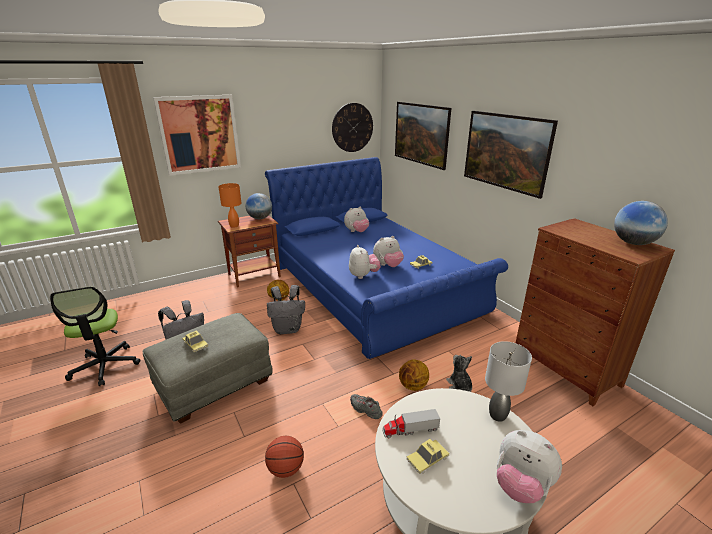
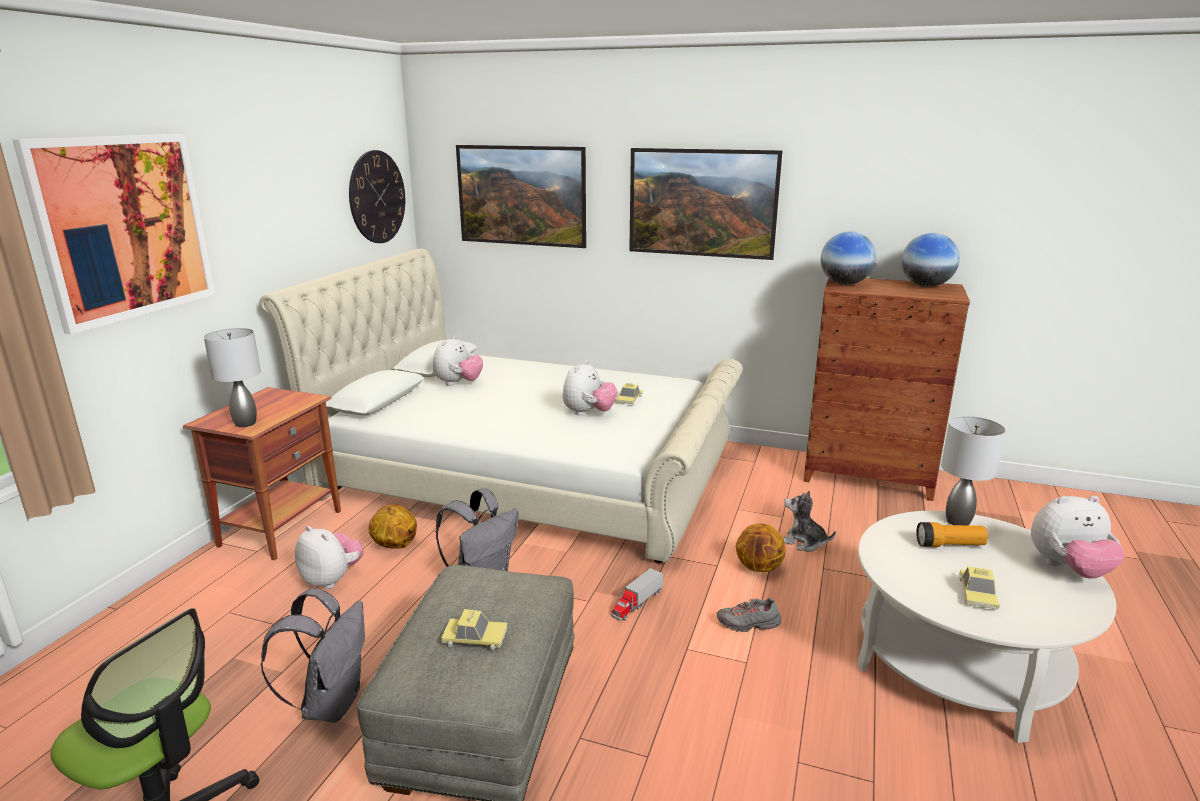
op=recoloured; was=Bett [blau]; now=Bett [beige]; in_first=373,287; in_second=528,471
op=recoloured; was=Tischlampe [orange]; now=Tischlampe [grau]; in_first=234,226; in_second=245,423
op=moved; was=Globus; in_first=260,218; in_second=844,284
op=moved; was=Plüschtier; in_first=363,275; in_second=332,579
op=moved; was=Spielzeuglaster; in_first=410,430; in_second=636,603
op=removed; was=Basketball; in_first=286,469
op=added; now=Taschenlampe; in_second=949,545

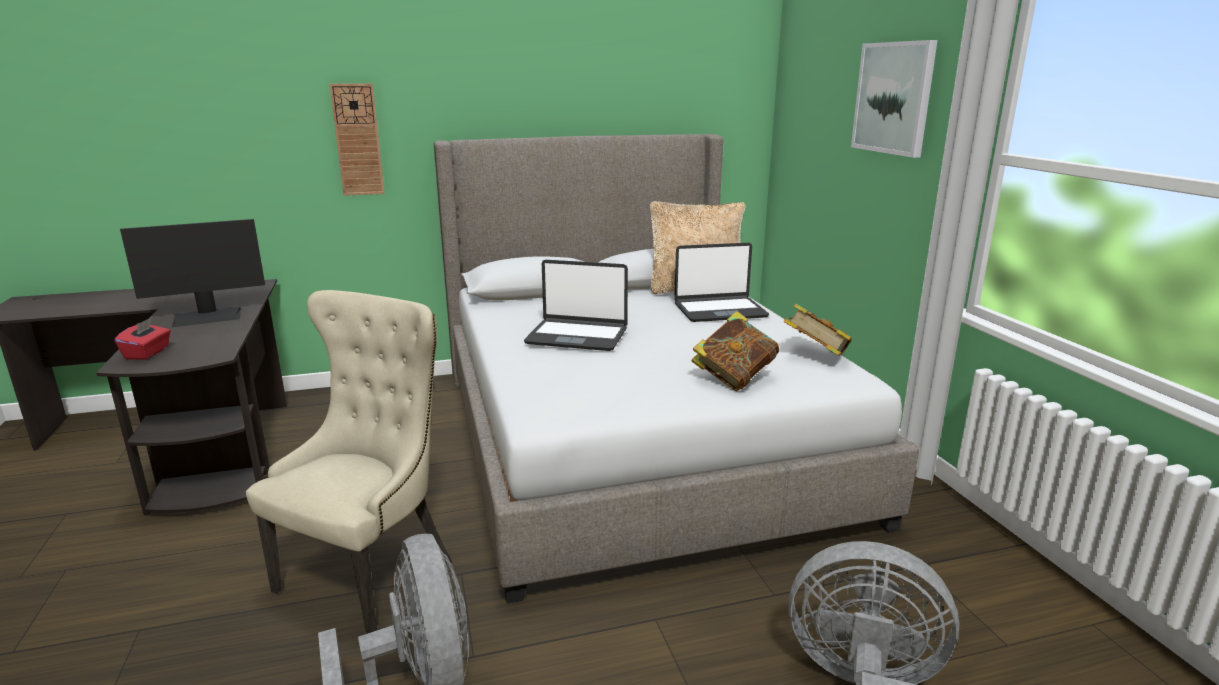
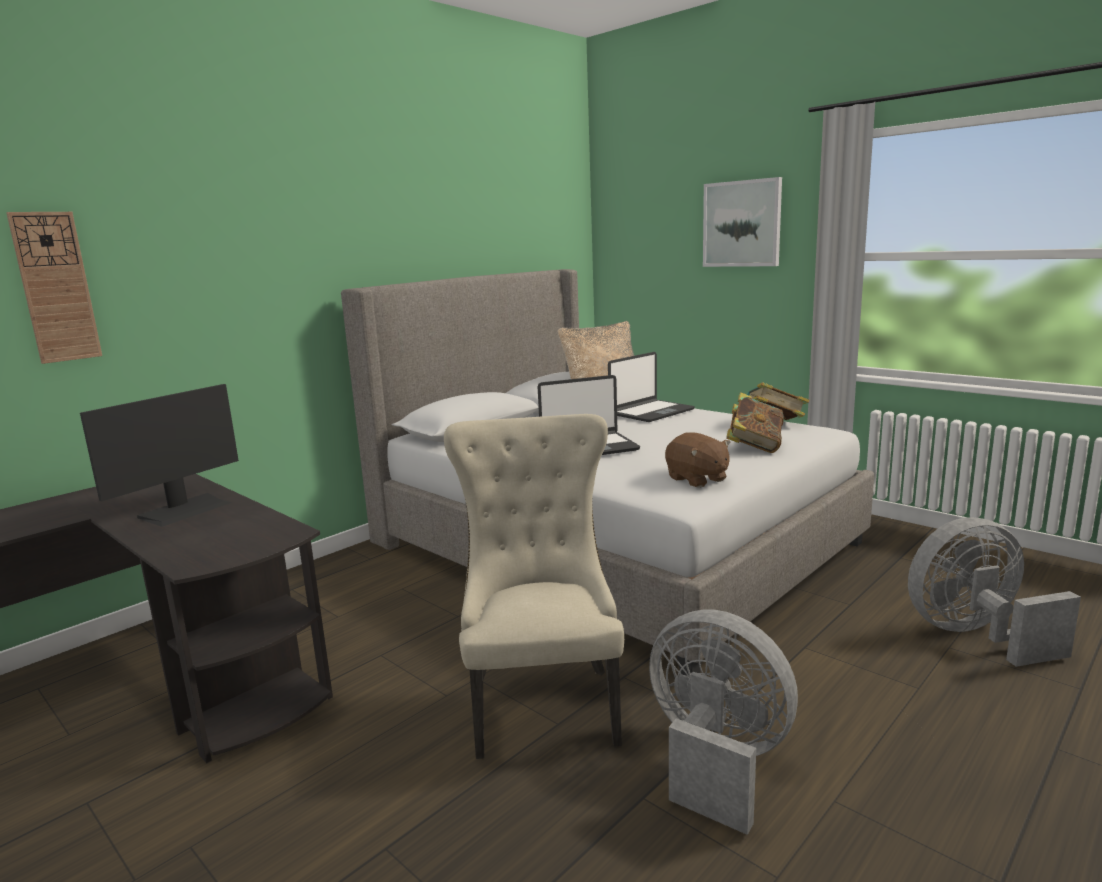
op=moved; was=Wanduhr; in_first=357,140; in_second=56,287
op=removed; was=Taschentuchbox [rot]; in_first=148,353
op=added; now=Plüschtier [braun]; in_second=697,479

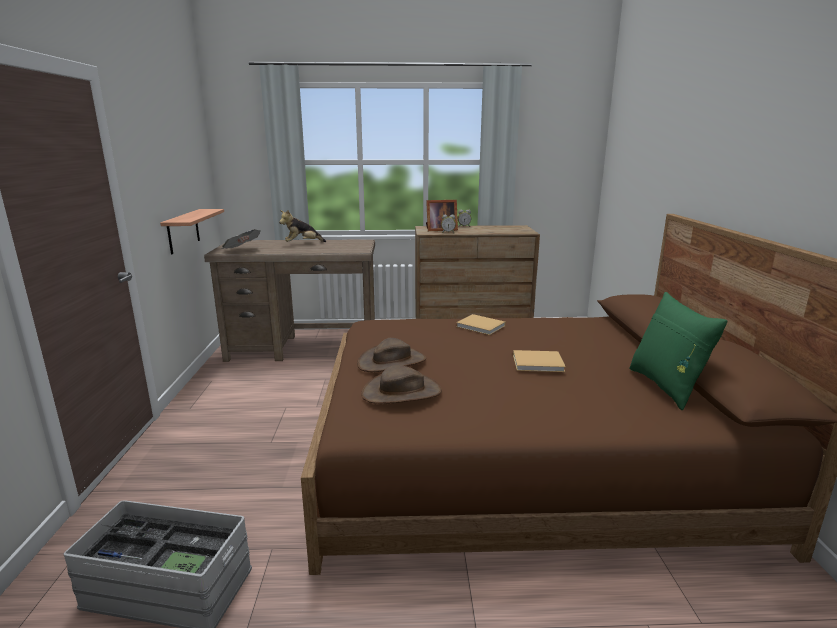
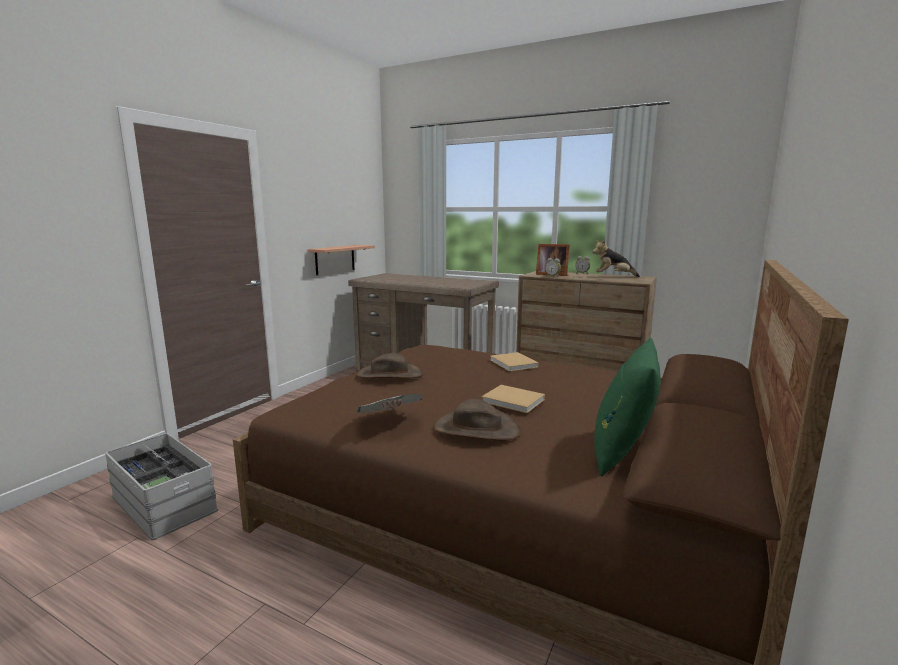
op=moved; was=Plüschtier; in_first=302,244; in_second=613,276
op=moved; was=Zeitung; in_first=242,250; in_second=389,422
op=moved; was=Hut [braun]; in_first=401,392; in_second=476,429

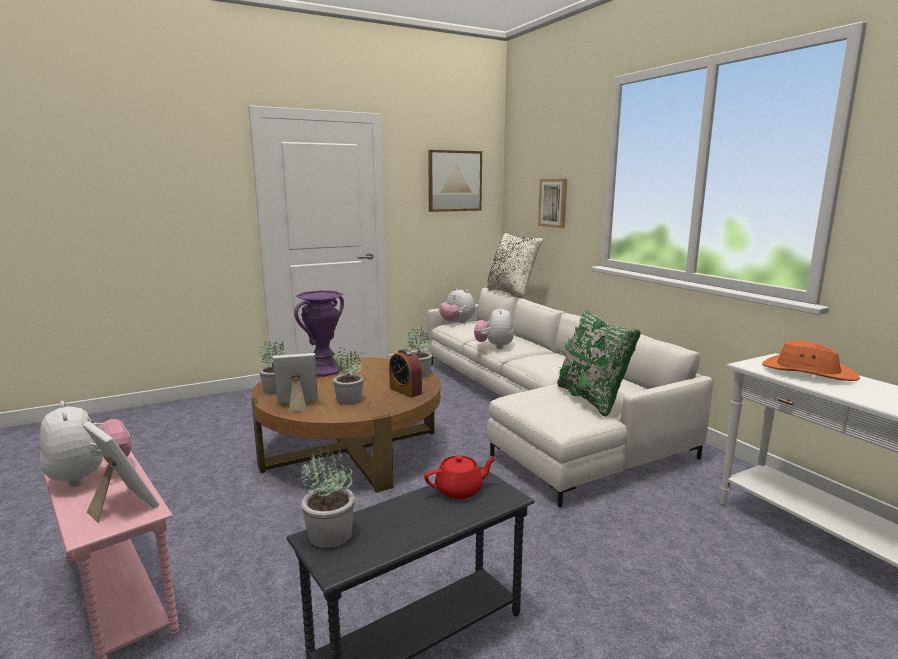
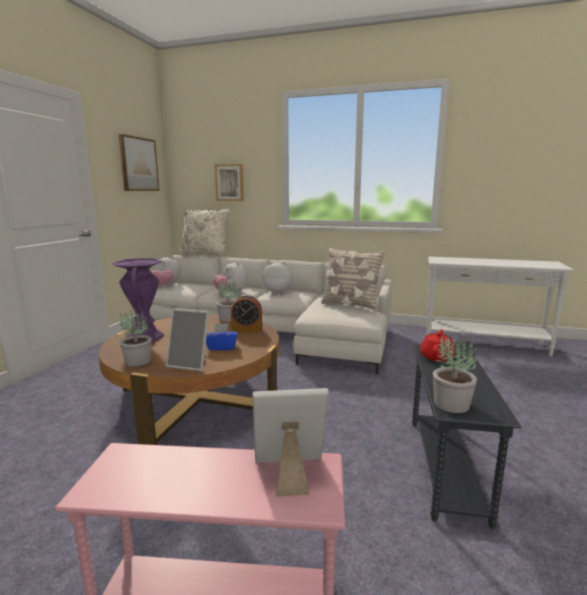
op=recoloured; was=Kissen [grün]; now=Kissen [beige]; in_first=590,399; in_second=350,305
op=removed; was=Hut [orange]; in_first=807,372
op=replaced; was=Topfpflanze; now=Taschentuchbox [blau]; in_first=348,400; in_second=222,347
op=turned; was=Bilderrahmen; in_first=297,405; in_second=191,364; clockwise=-105
op=moved; was=Plüschtier; in_first=89,476; in_second=278,292

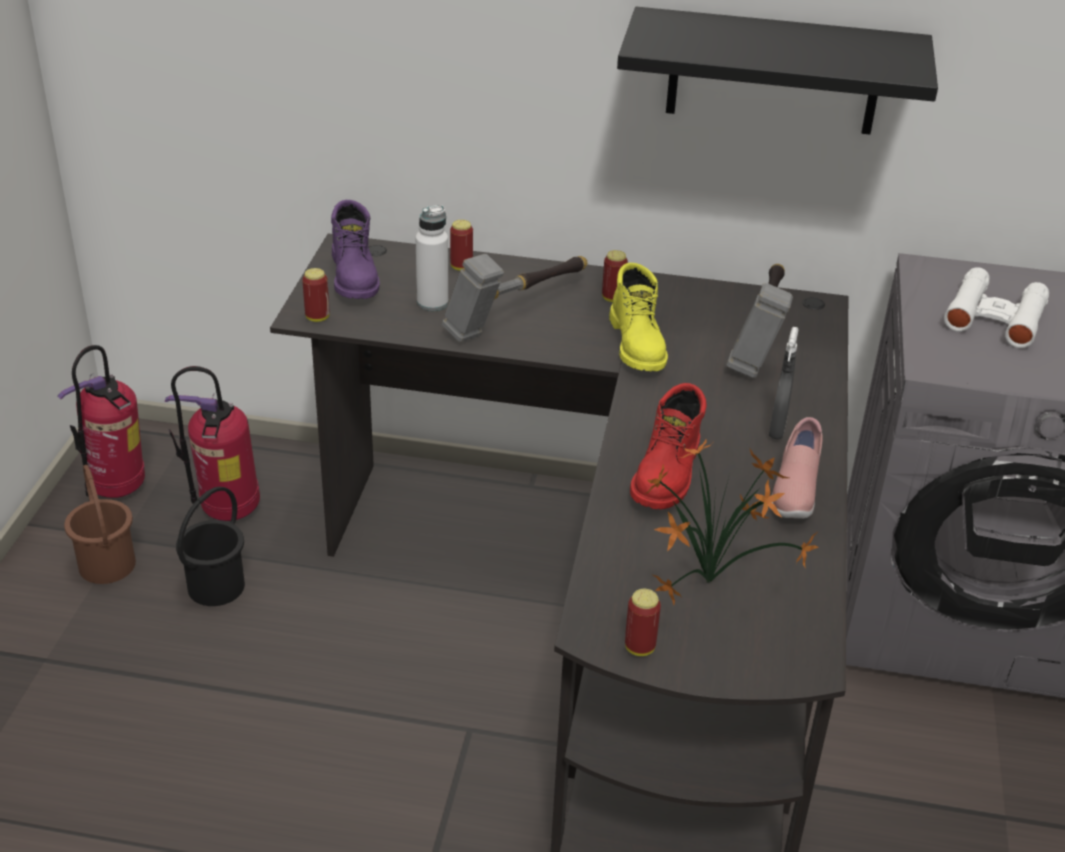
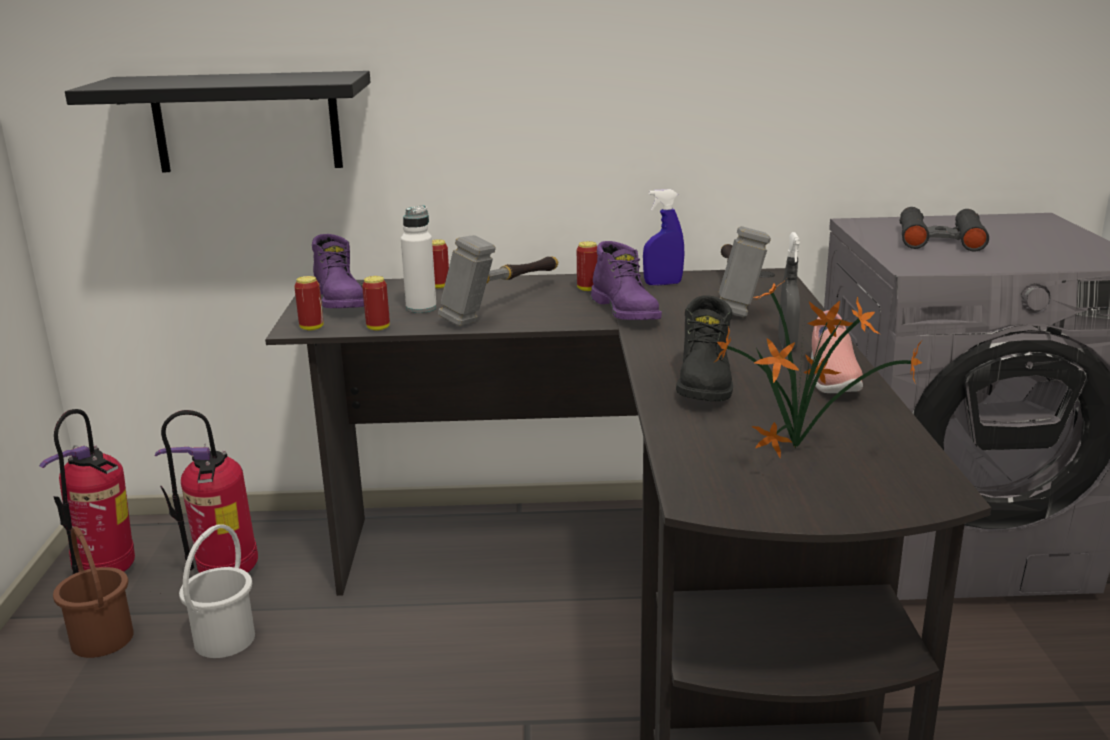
op=moved; was=Wandregal [schwarz]; in_first=774,72; in_second=247,122
op=recoloured; was=Stiefel [gelb]; now=Stiefel [lila]; in_first=638,345; in_second=627,311
op=recoloured; was=Fernglas [weiß]; now=Fernglas [schwarz]; in_first=995,317; in_second=940,239
op=recoloured; was=Stiefel [rot]; now=Stiefel [schwarz]; in_first=668,475; in_second=706,383
op=recoloured; was=Eimer [schwarz]; now=Eimer [weiß]; in_first=215,586; in_second=223,640
op=moved; was=Dose; in_first=639,647; in_second=378,328
op=added; now=Sprühflasche [blau]; in_second=663,284

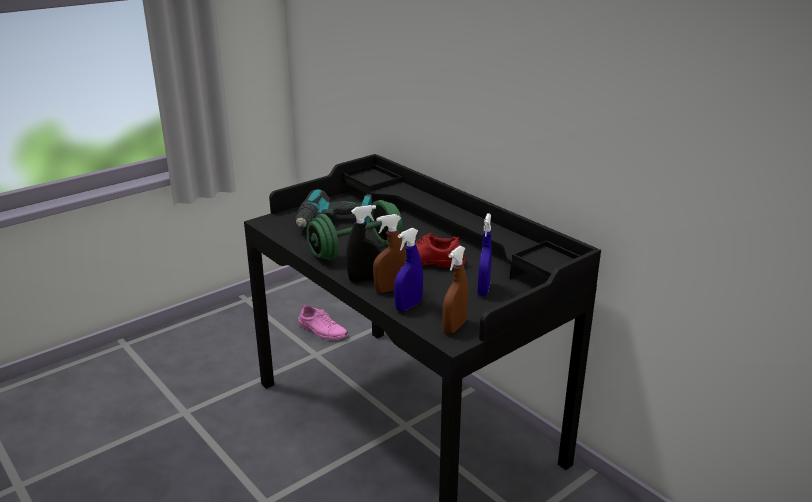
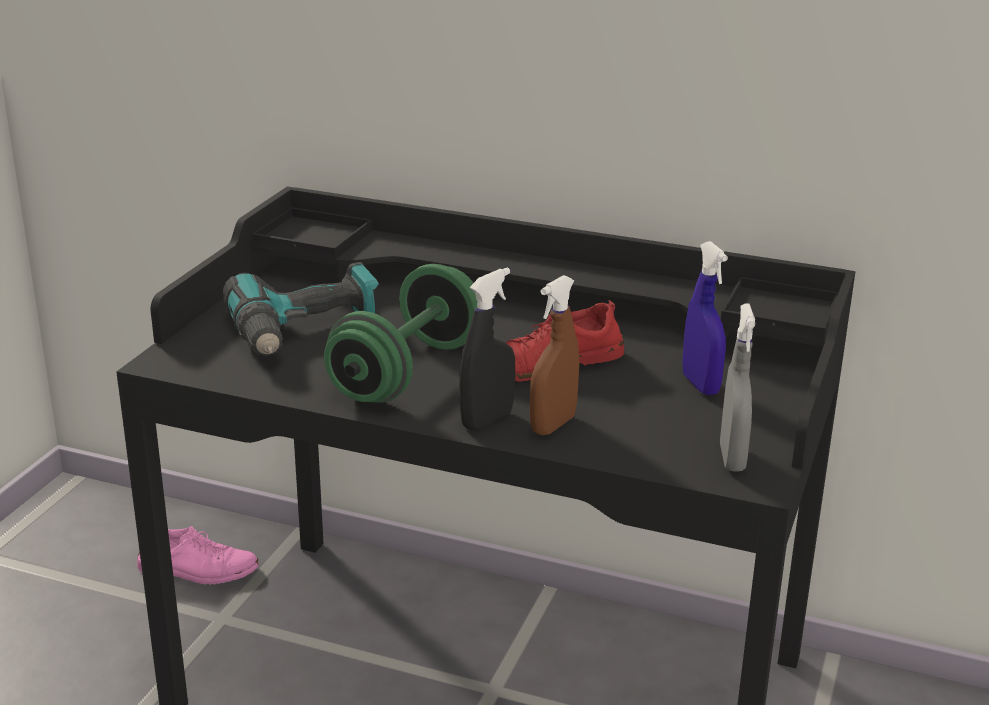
op=removed; was=Sprühflasche [blau]; in_first=408,306
op=recoloured; was=Sprühflasche [braun]; now=Sprühflasche [grau]; in_first=454,327; in_second=732,458

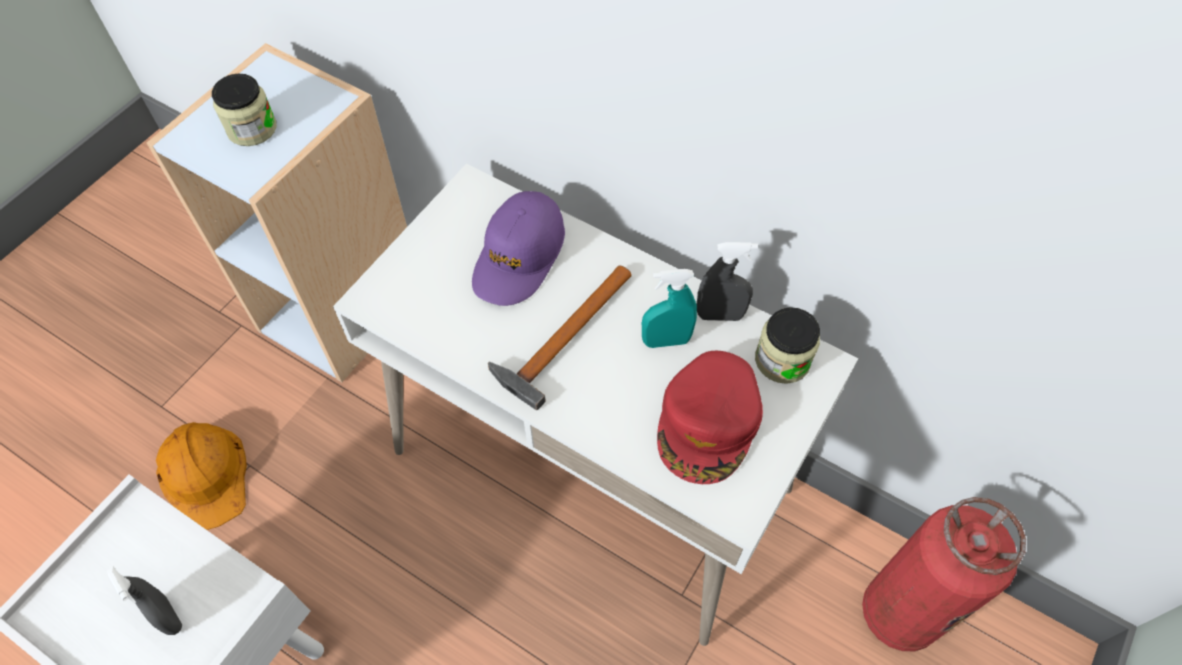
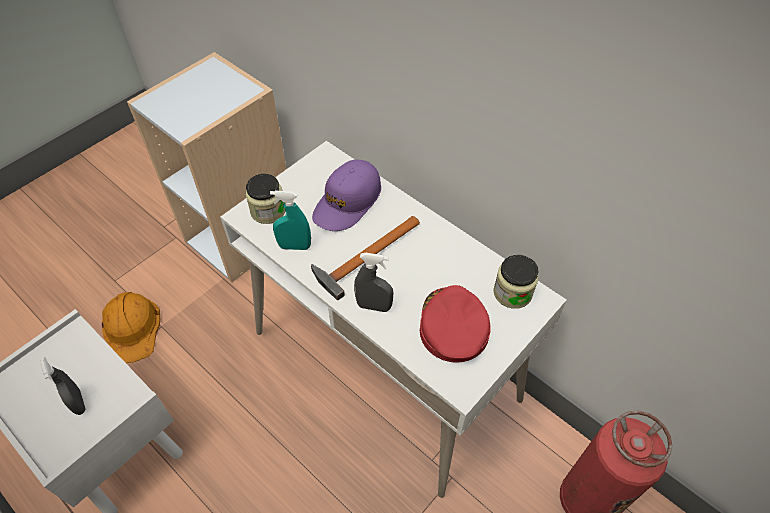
op=moved; was=Vorratsglas; in_first=252,129; in_second=268,211
op=moved; was=Sprühflasche [grau]; in_first=720,315; in_second=374,306
op=moved; was=Sprühflasche [türkis]; in_first=666,341; in_second=294,246
op=turned; was=Kappe [rot]; in_first=709,423; in_second=452,326; clockwise=150

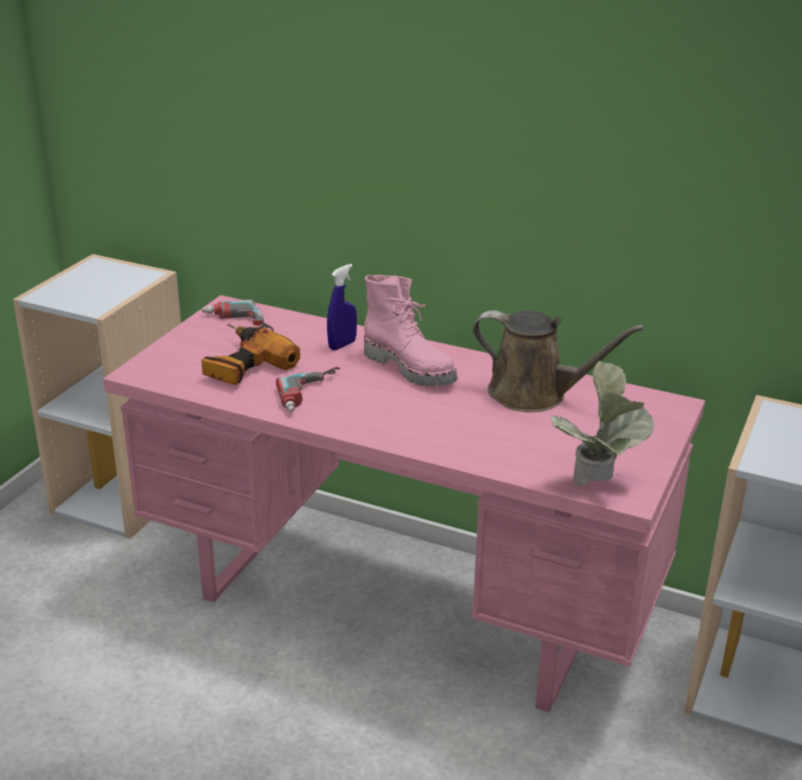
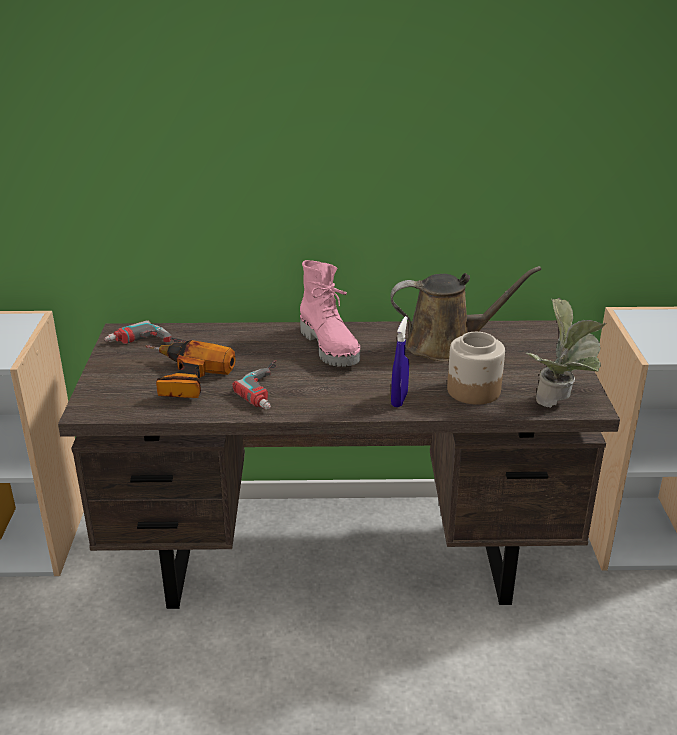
op=moved; was=Sprühflasche [blau]; in_first=342,345; in_second=399,400
op=turned; was=Stiefel [rosa]; in_first=411,368; in_second=331,347; clockwise=45
op=recoloured; was=Schreibtisch [rosa]; now=Schreibtisch [braun]; in_first=401,605; in_second=340,557
op=added; now=Vorratsglas; in_second=473,391

